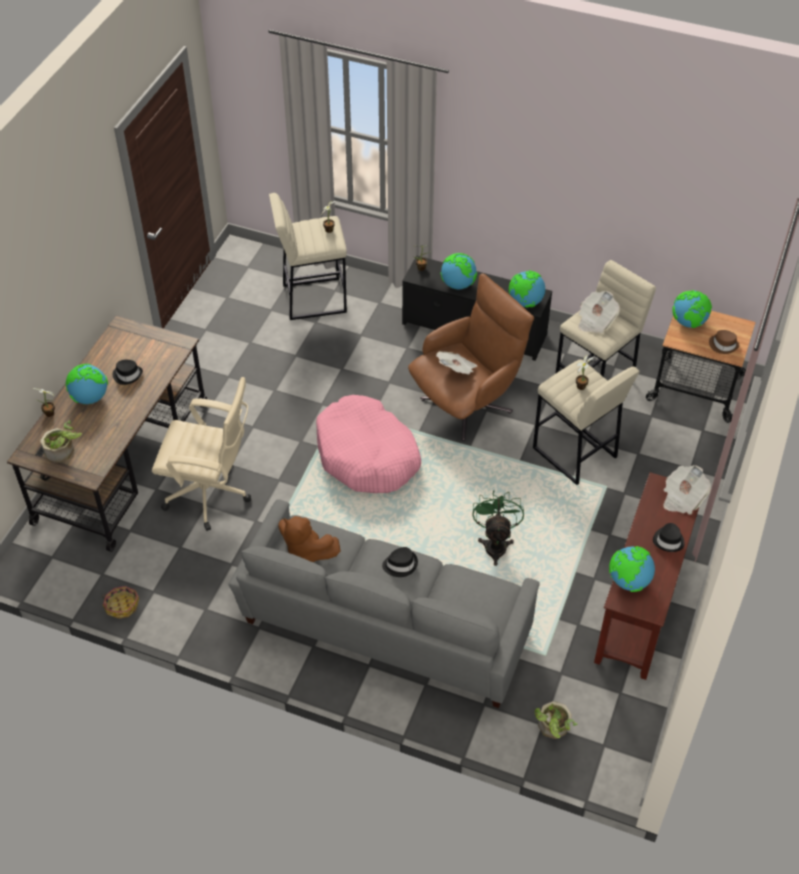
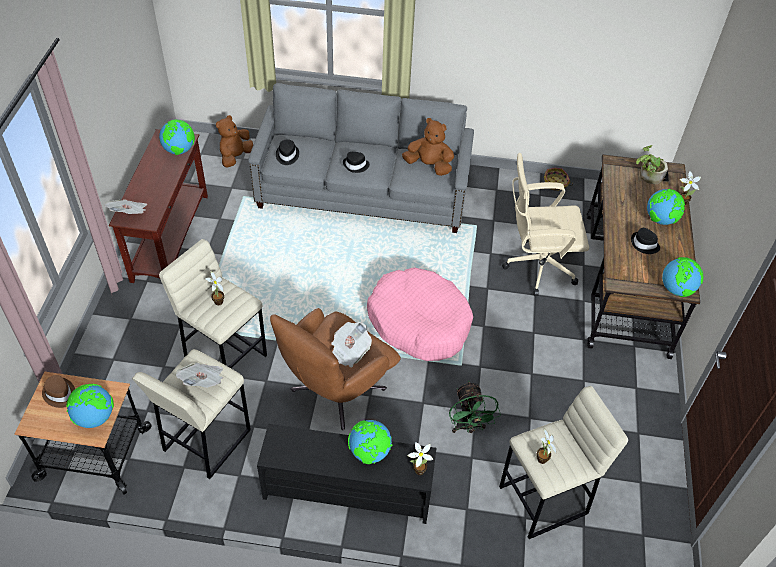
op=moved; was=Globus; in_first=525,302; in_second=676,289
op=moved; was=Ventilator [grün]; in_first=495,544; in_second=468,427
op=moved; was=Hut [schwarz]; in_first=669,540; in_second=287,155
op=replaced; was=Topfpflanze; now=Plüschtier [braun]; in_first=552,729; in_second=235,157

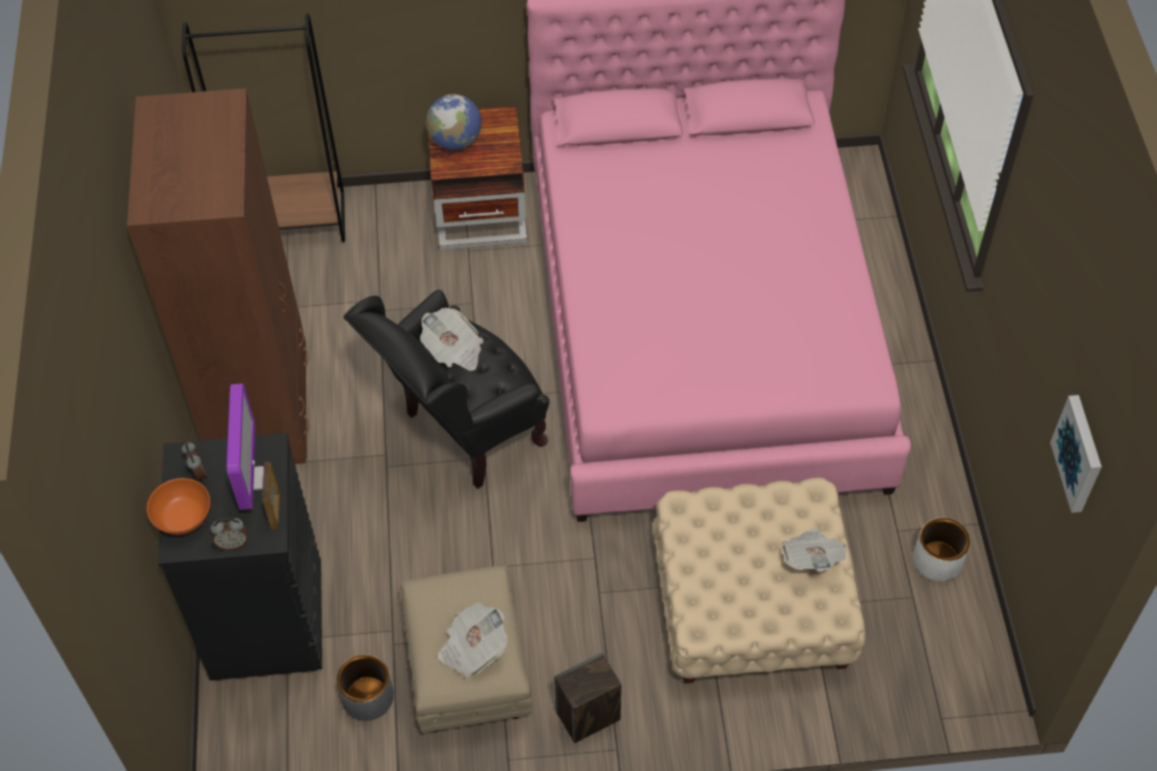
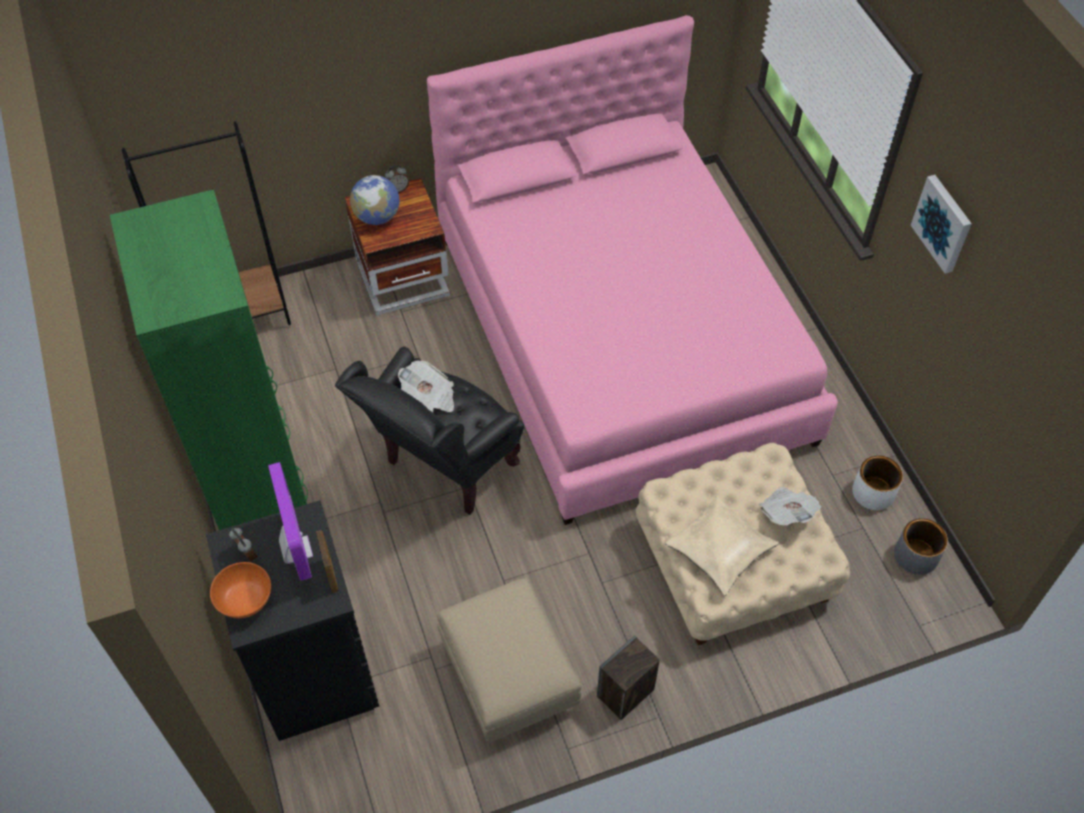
op=recoloured; was=Kleiderschrank [braun]; now=Kleiderschrank [grün]; in_first=262,409; in_second=258,485
op=moved; was=Bild; in_first=1080,453; in_second=943,223
op=moved; was=Wecker; in_first=233,544; in_second=397,190
op=removed; was=Zeitung; in_first=473,649
op=moved; was=Pflanzkübel [grau]; in_first=368,698; in_second=916,556
op=added; now=Kissen [beige]; in_second=720,549

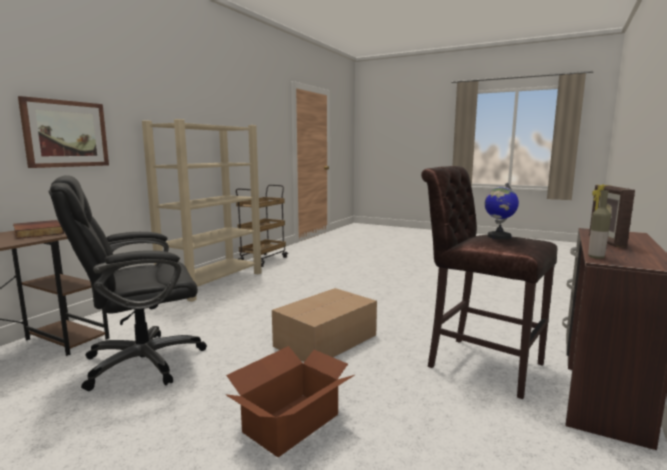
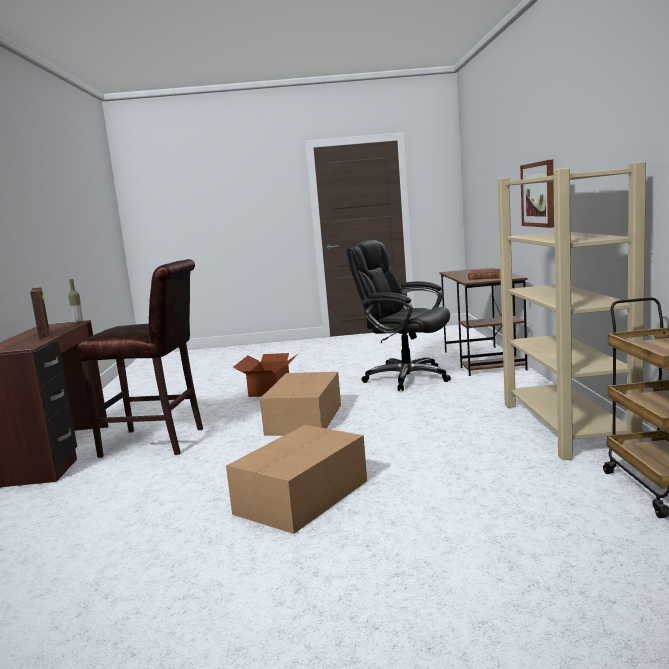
op=turned; was=Bürostuhl [schwarz]; in_first=143,362; in_second=406,378; clockwise=-90
op=removed; was=Globus; in_first=498,237
op=added; now=Karton; in_second=300,497

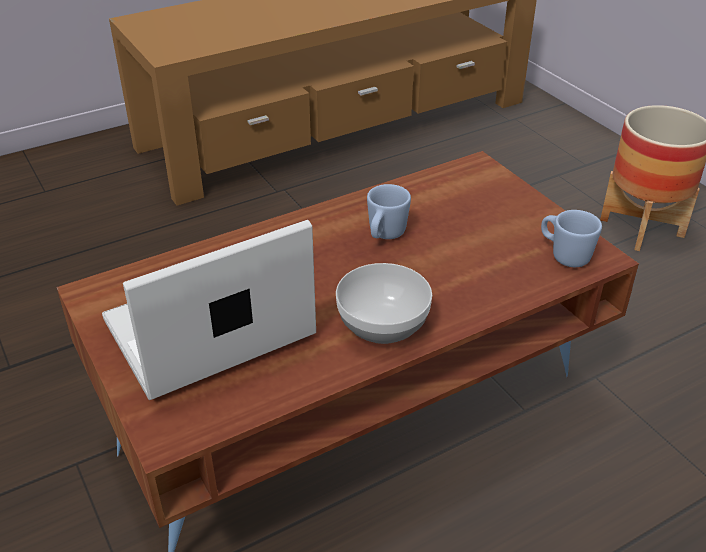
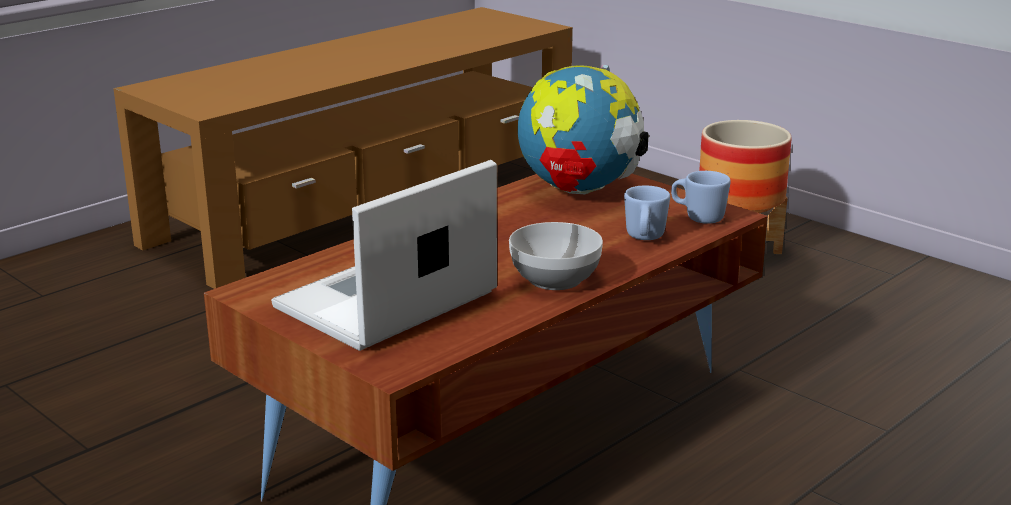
op=moved; was=Henkelbecher [blau]; in_first=384,235; in_second=644,238
op=added; now=Globus; in_second=579,190

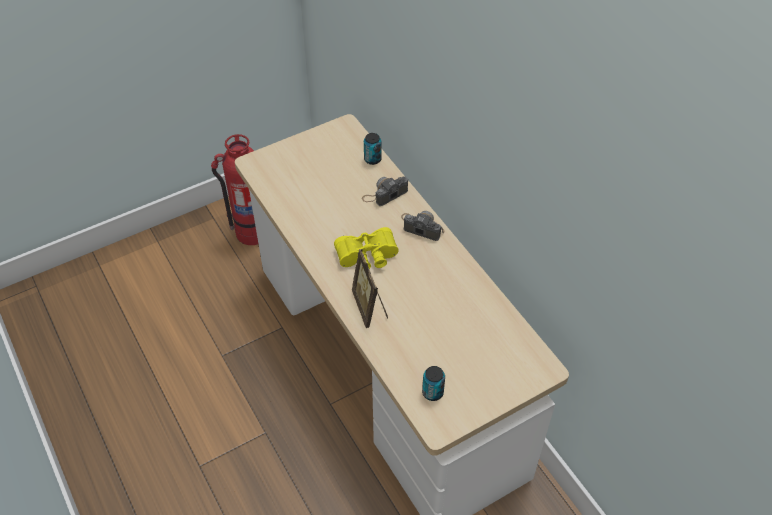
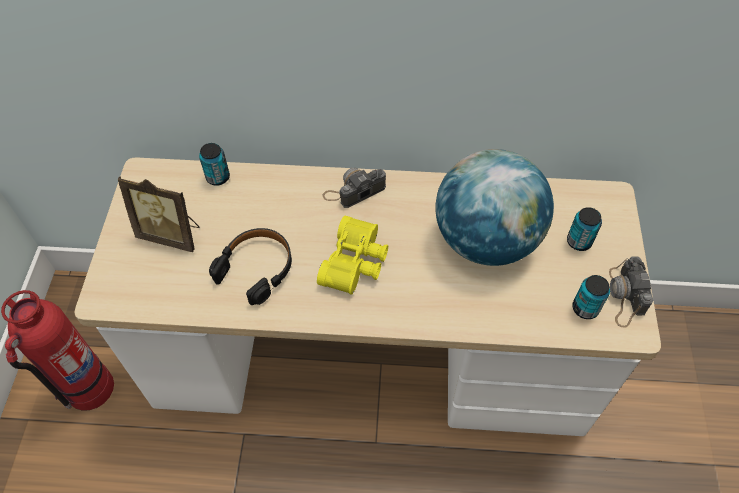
op=moved; was=Kamera; in_first=385,194; in_second=625,296
op=moved; was=Bilderrahmen; in_first=370,307; in_second=171,234
op=added; now=Globus; in_second=486,240
op=added; now=Dose; in_second=579,241
op=added; now=Kopfhörer [schwarz]; in_second=256,268

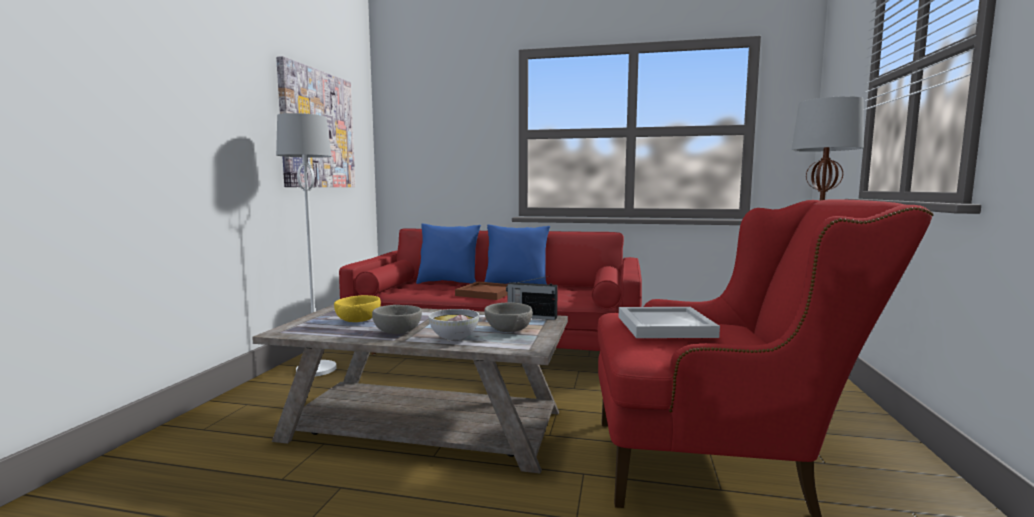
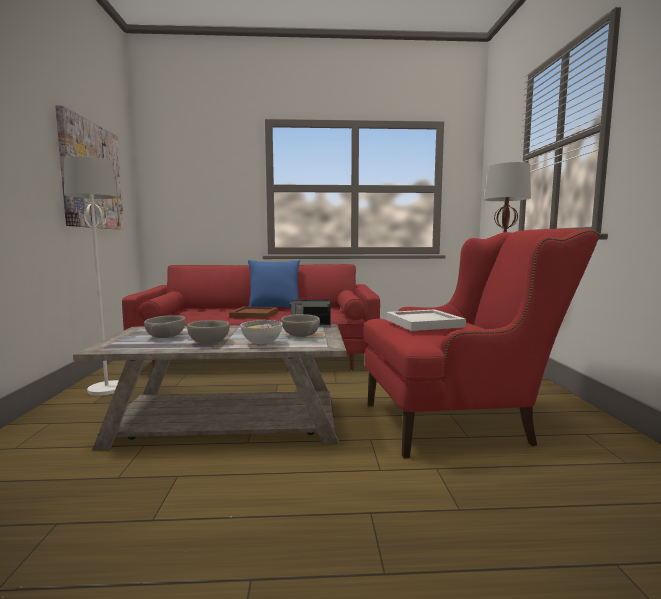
op=removed; was=Kissen [blau]; in_first=448,283
op=recoloured; was=Schüssel [gelb]; now=Schüssel [grau]; in_first=359,321; in_second=167,337

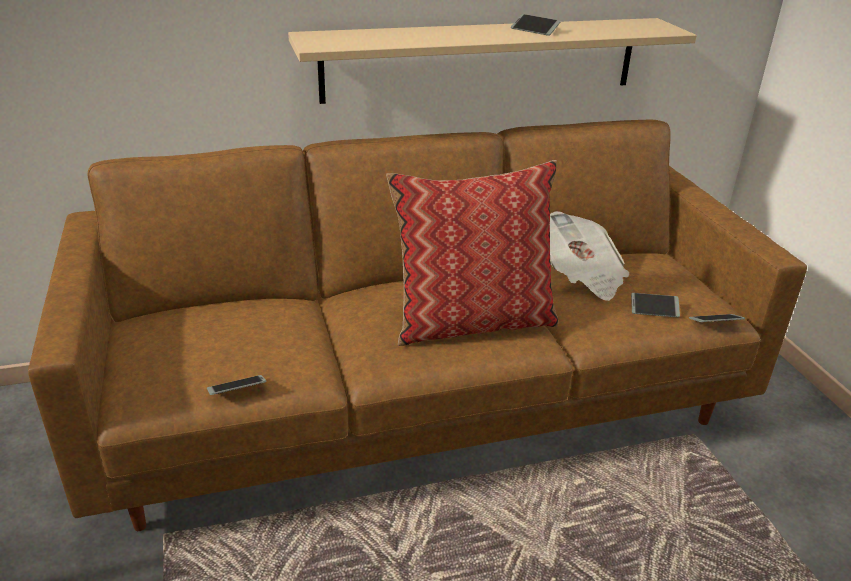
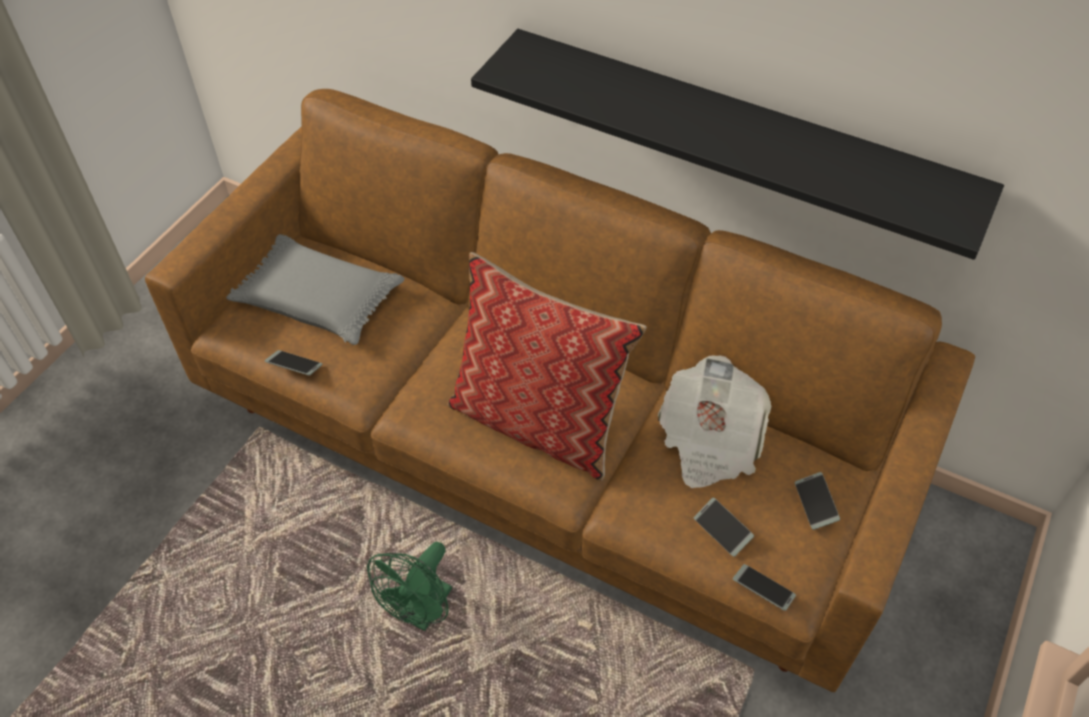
op=moved; was=Handy; in_first=534,30; in_second=815,504
op=recoloured; was=Wandregal [beige]; now=Wandregal [schwarz]; in_first=482,59; in_second=736,136
op=added; now=Kissen [grau]; in_second=318,296
op=added; now=Ventilator [grün]; in_second=421,612

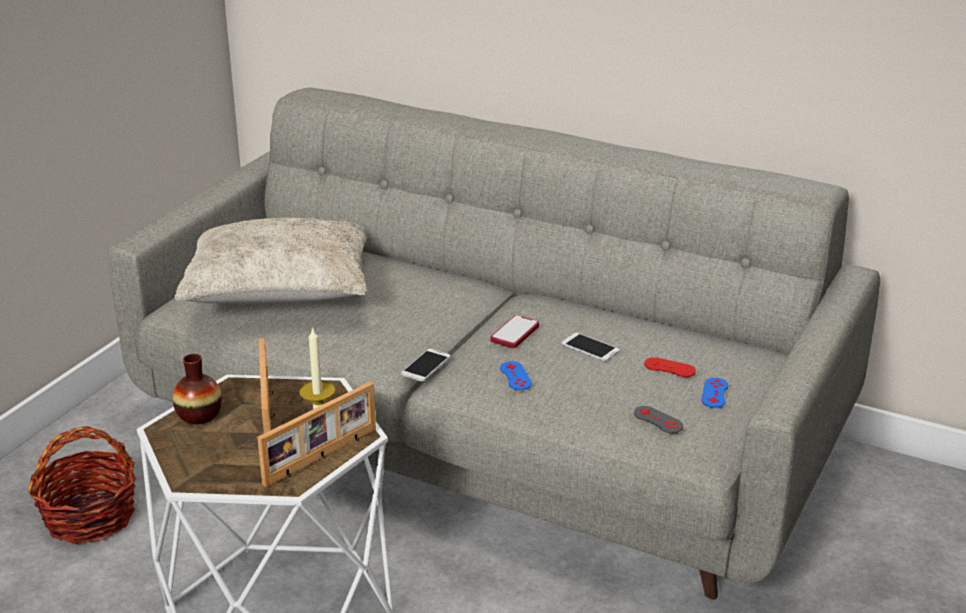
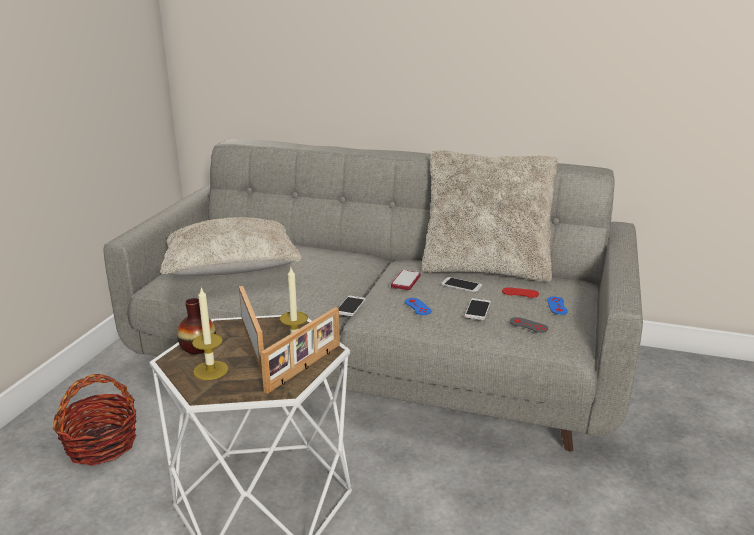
op=added; now=Kissen [beige]; in_second=486,266
op=added; now=Kerze; in_second=210,370
op=added; now=Handy; in_second=477,309

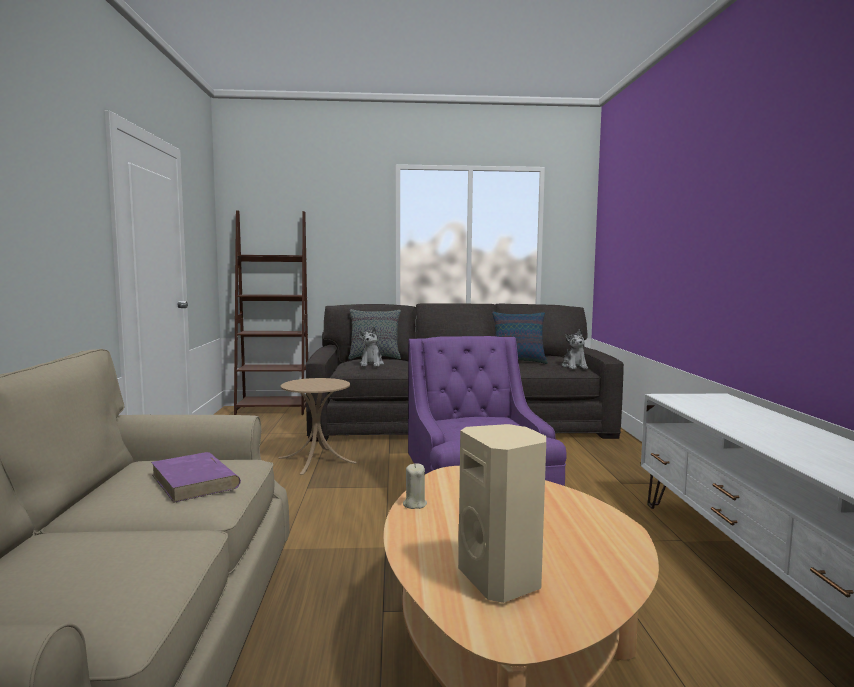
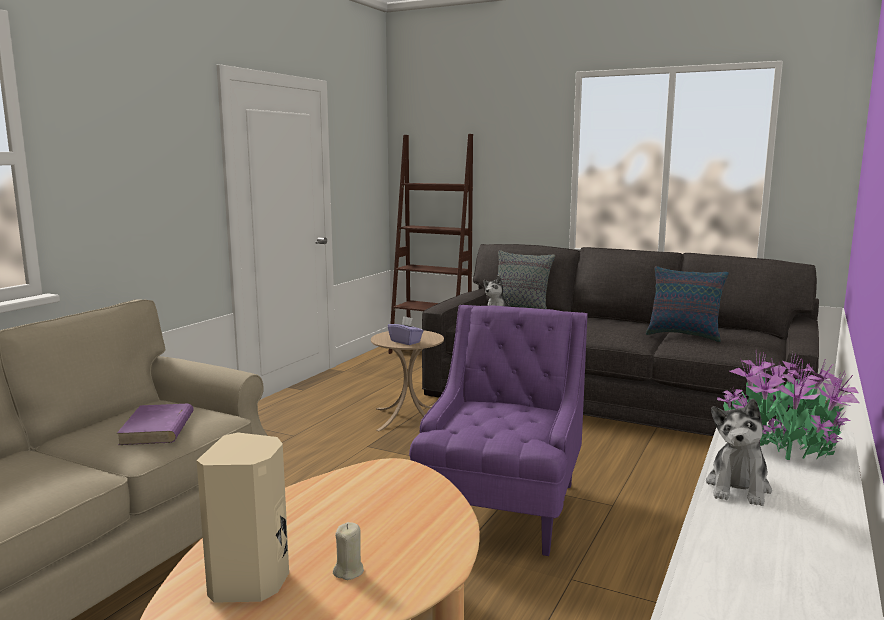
op=moved; was=Plüschtier; in_first=574,366; in_second=738,488
op=moved; was=Kerze [beige]; in_first=414,504; in_second=348,571
op=added; now=Taschentuchbox [lila]; in_second=405,342
op=added; now=Topfpflanze; in_second=781,443

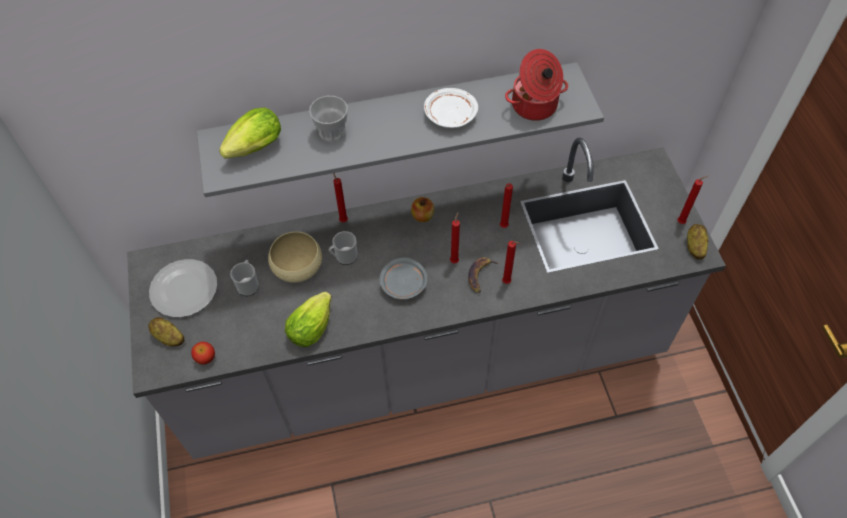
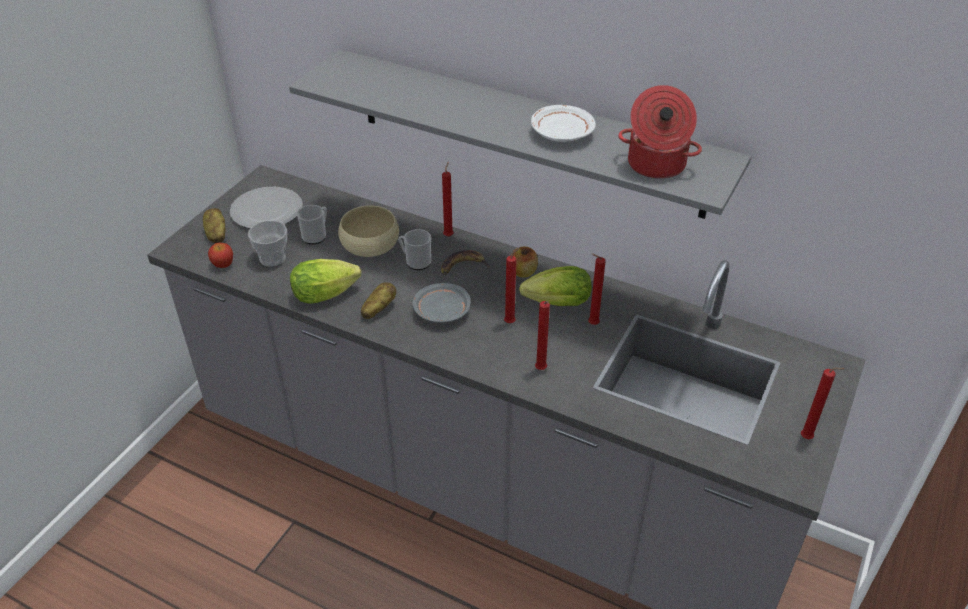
op=moved; was=Tasse; in_first=332,132; in_second=272,258
op=moved; was=Salatkopf; in_first=253,150; in_second=554,303
op=moved; was=Kartoffel; in_first=694,247; in_second=378,309
op=moved; was=Banane; in_first=481,275; in_second=462,266

